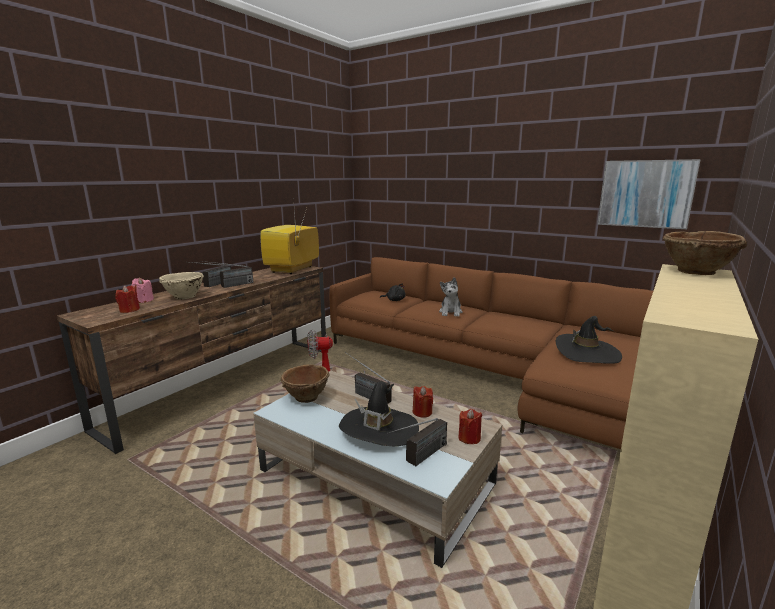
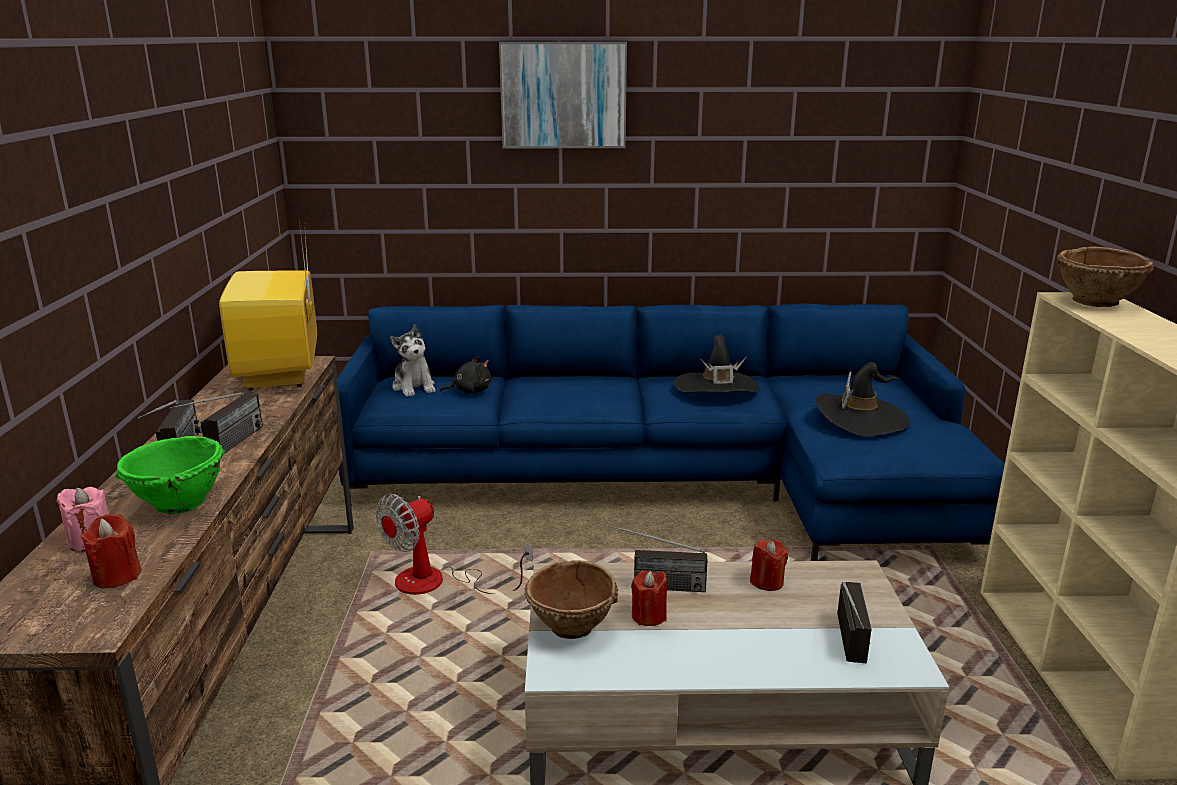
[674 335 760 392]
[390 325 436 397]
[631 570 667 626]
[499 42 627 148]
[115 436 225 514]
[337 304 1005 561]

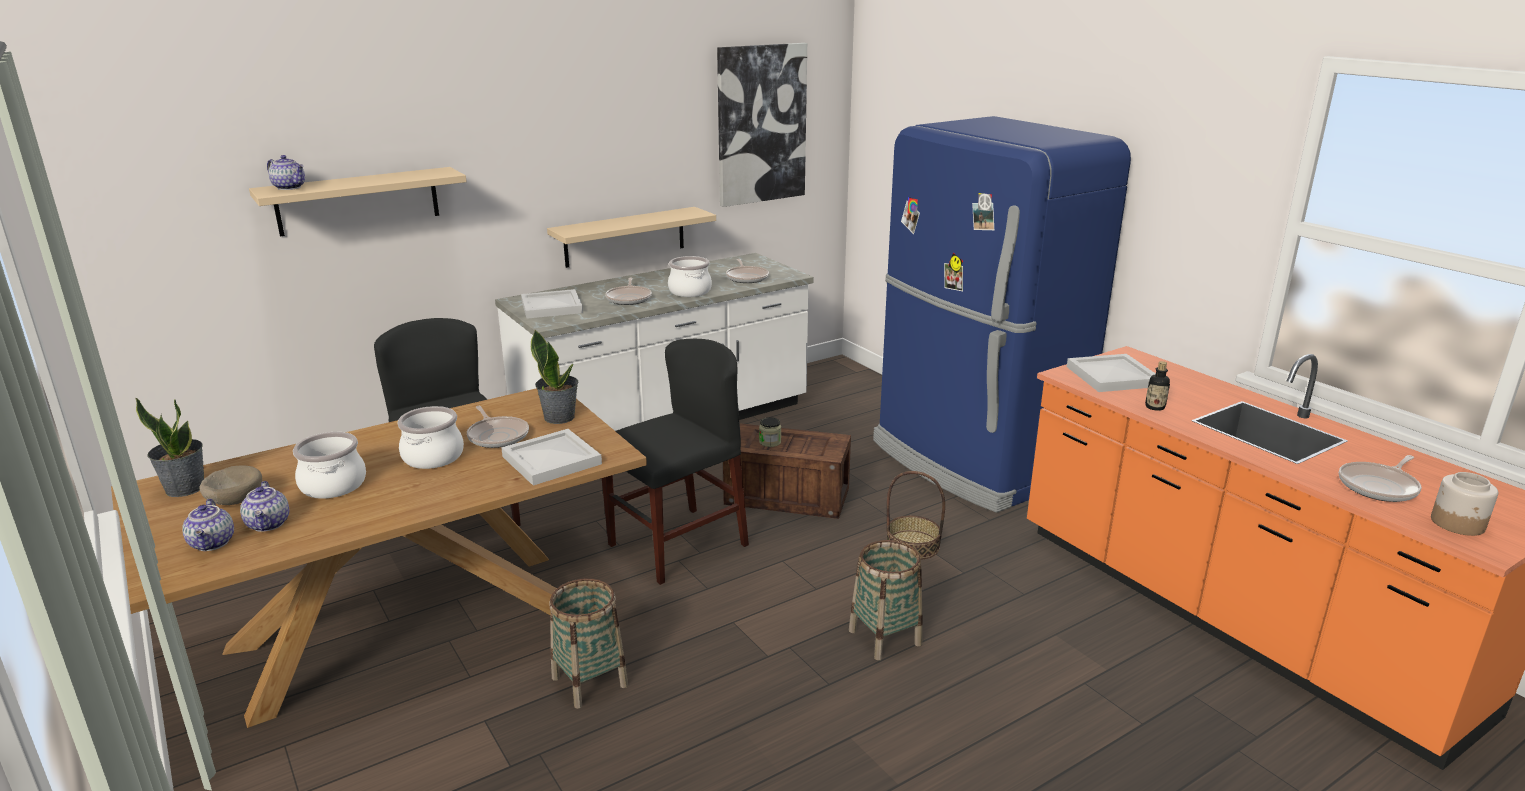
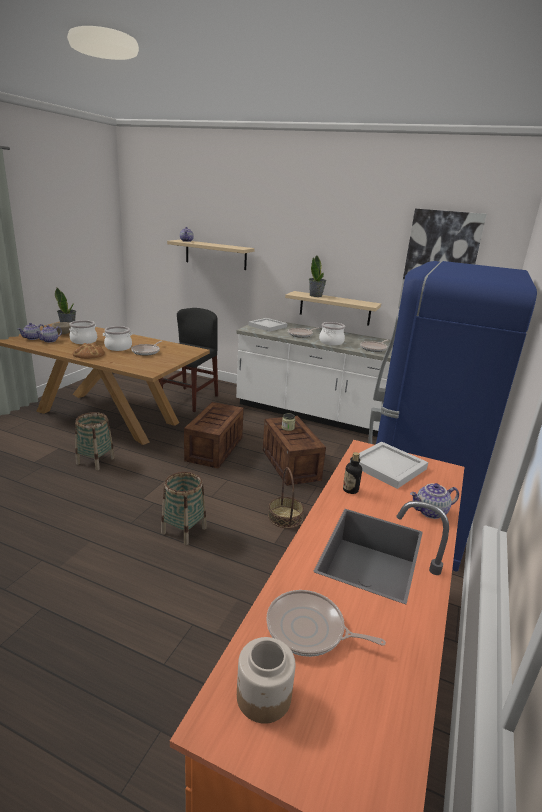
[501 429 602 486] (first image)
[73 343 105 359]
[410 483 459 519]
[309 255 326 297]
[184 402 244 469]

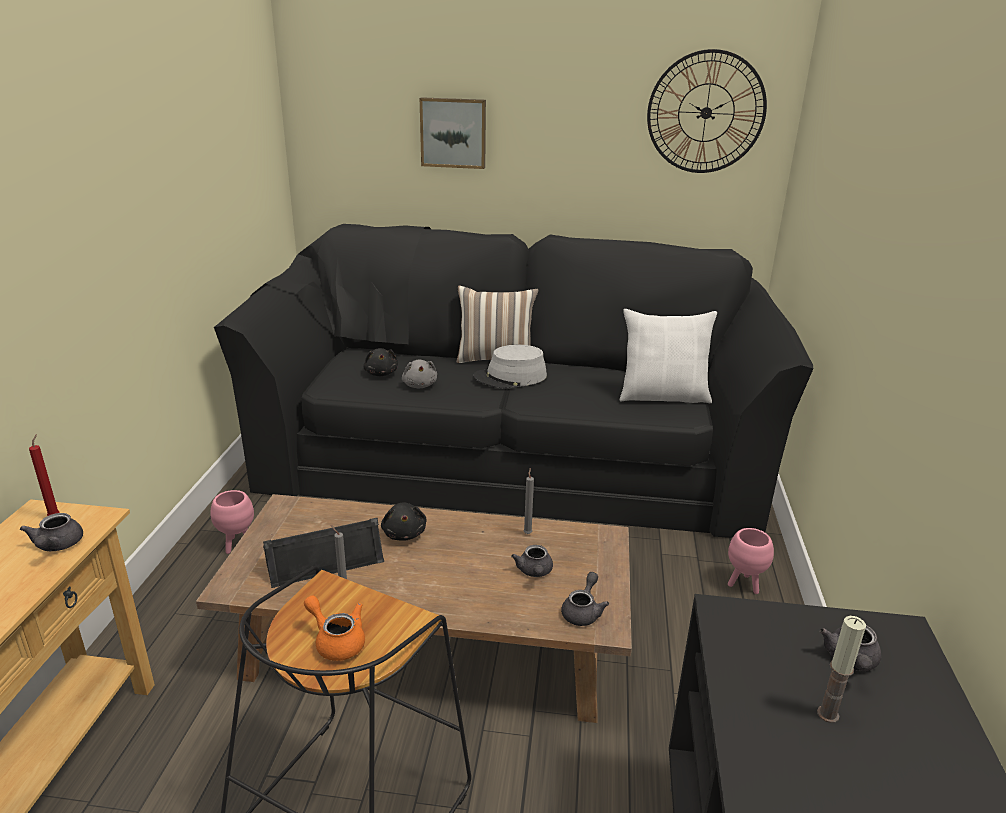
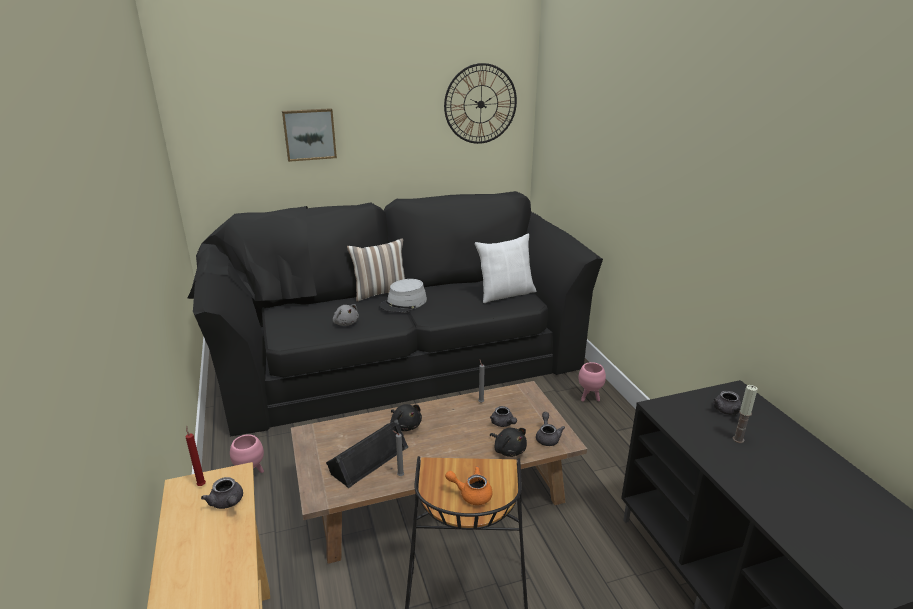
[490 428 527 457]

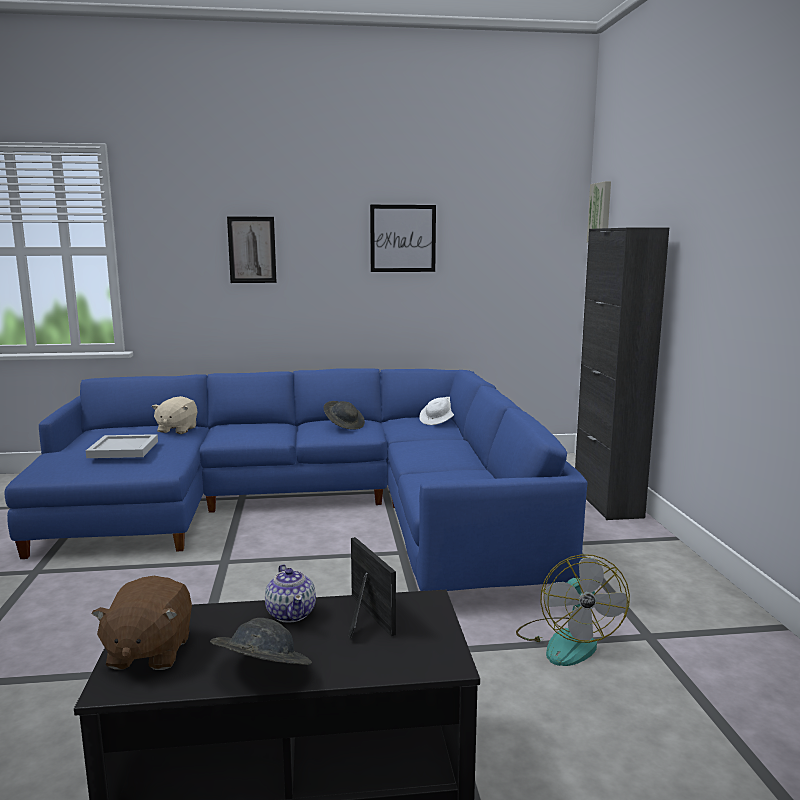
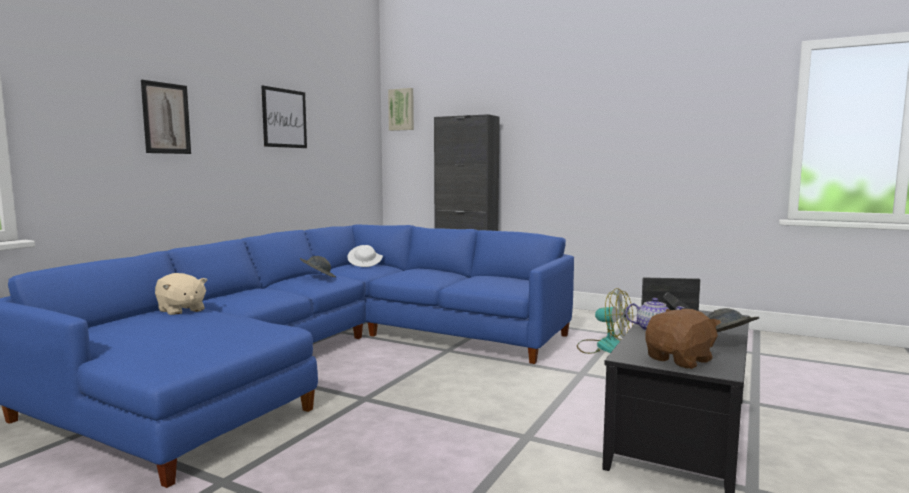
[86 434 158 458] (first image)
[645 309 721 369]

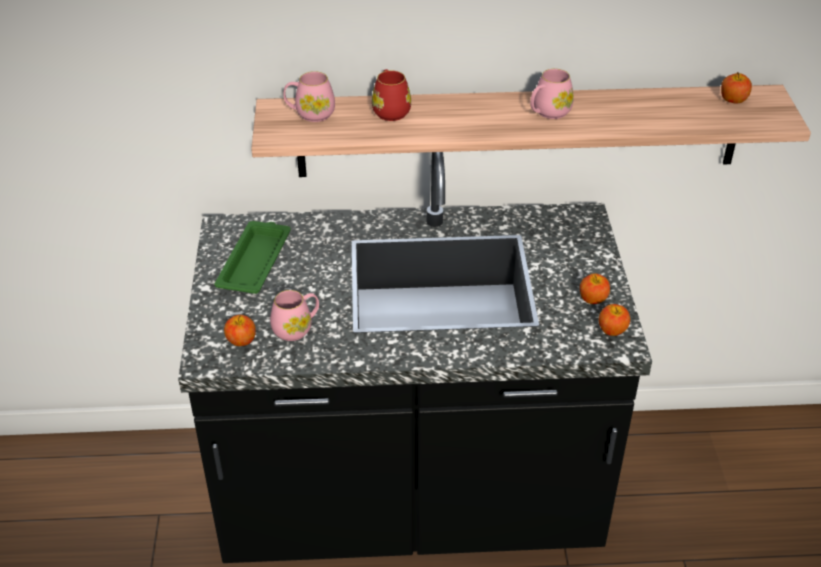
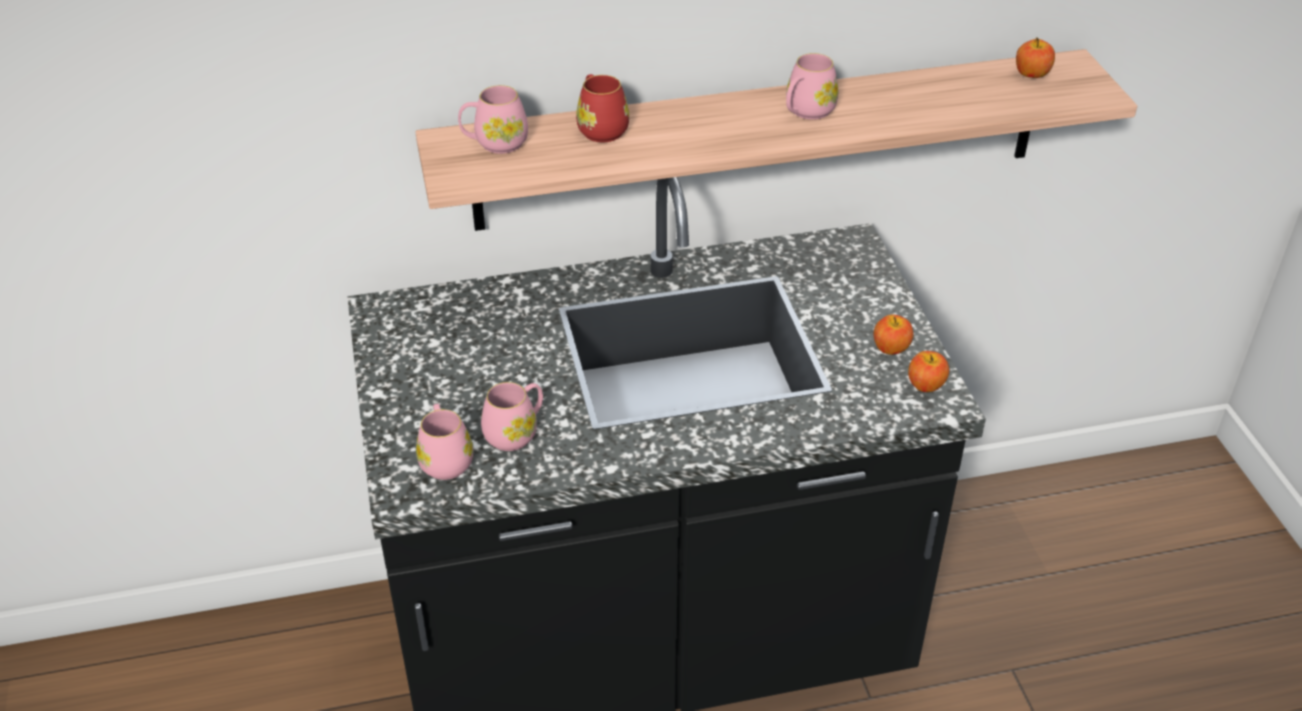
[214 221 291 294] (first image)
[416 404 473 480]

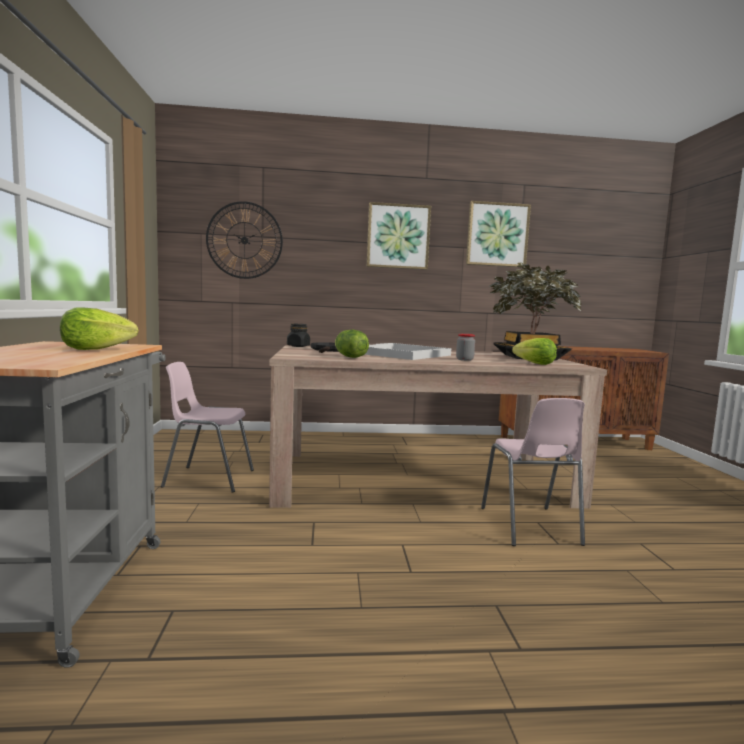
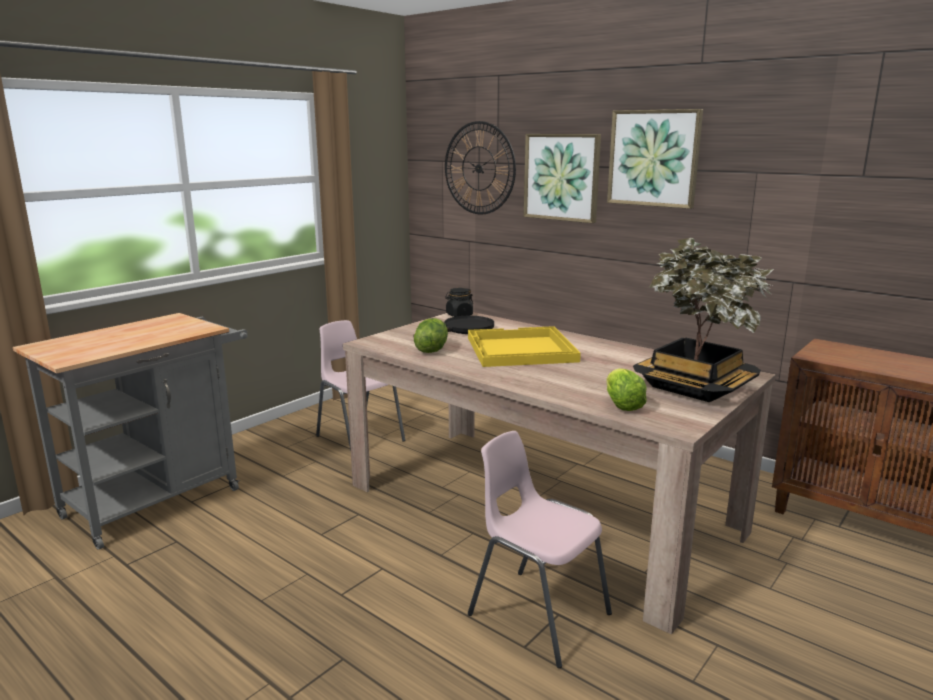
[60 307 139 350] (first image)
[456 334 475 361] (first image)
[523 134 601 223]
[468 326 581 367]
[468 431 612 668]

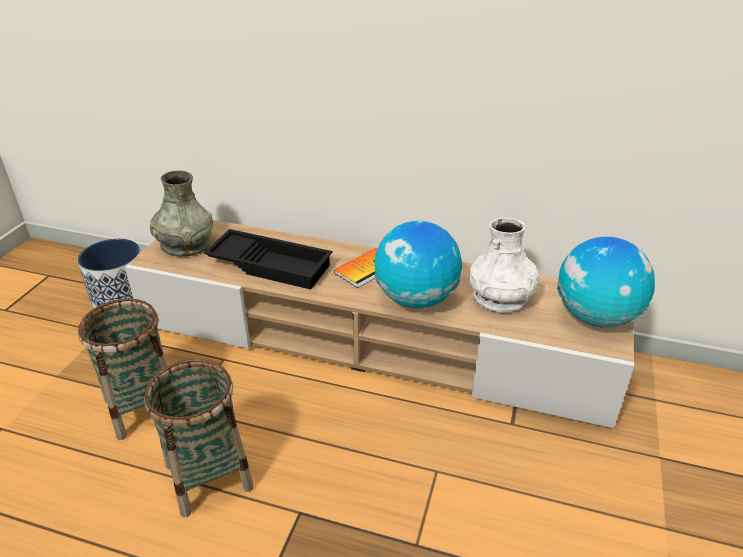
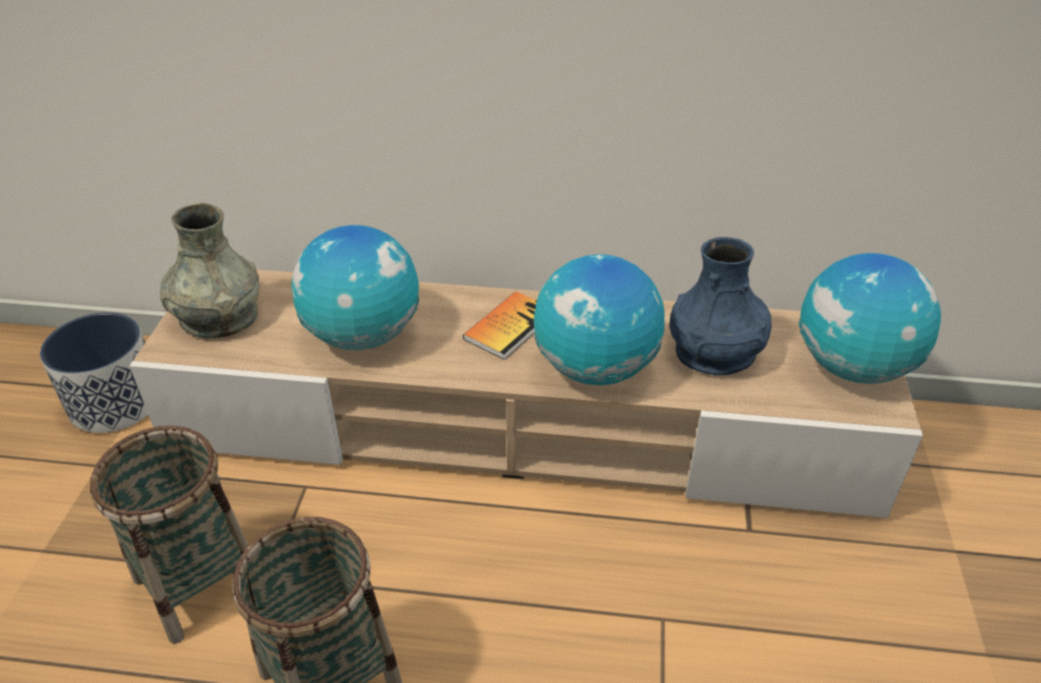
[291 225 419 350]
[670 237 772 375]

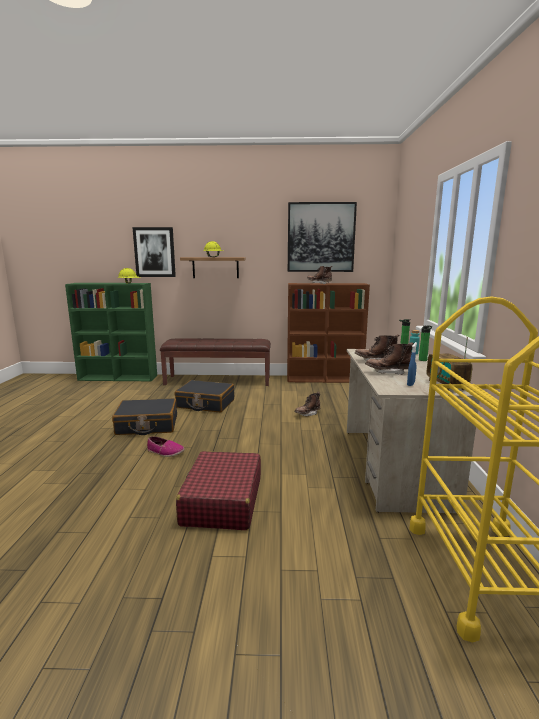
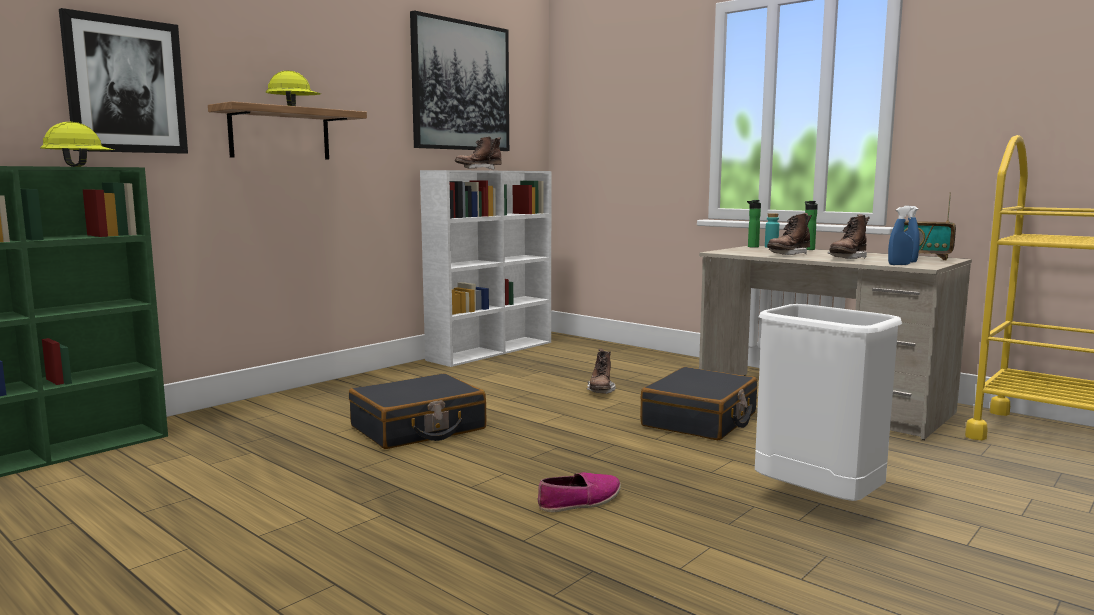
[160 338 271 386] (first image)
[888 207 913 265]
[640 367 757 440]
[755 304 902 501]
[420 170 551 367]

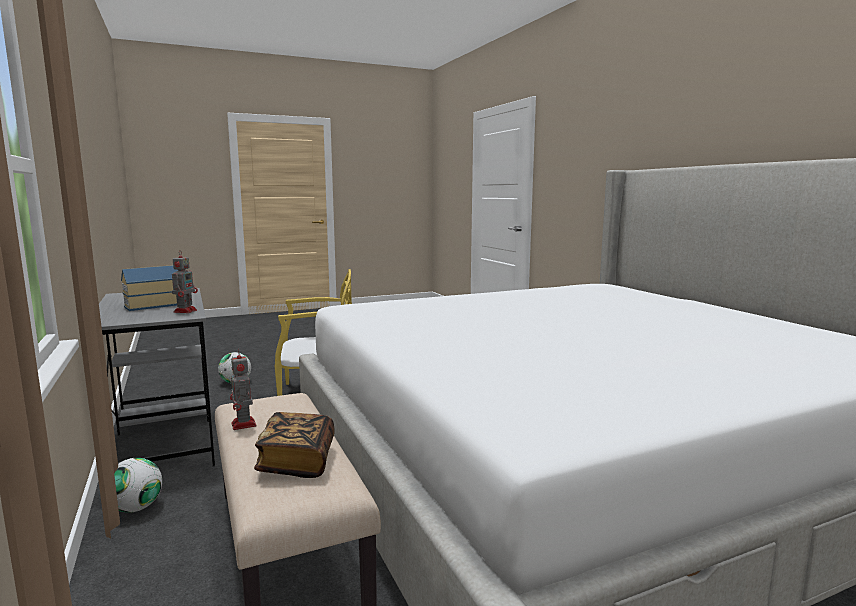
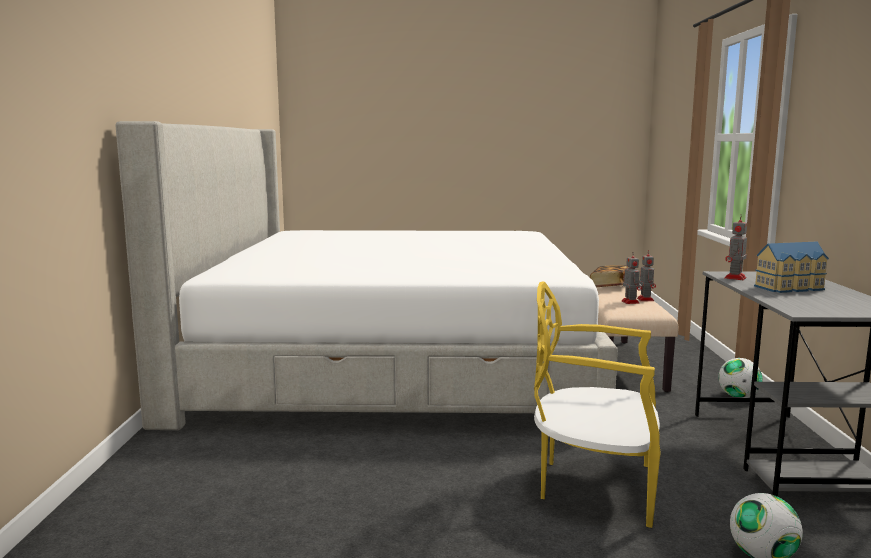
[621 252 642 304]

